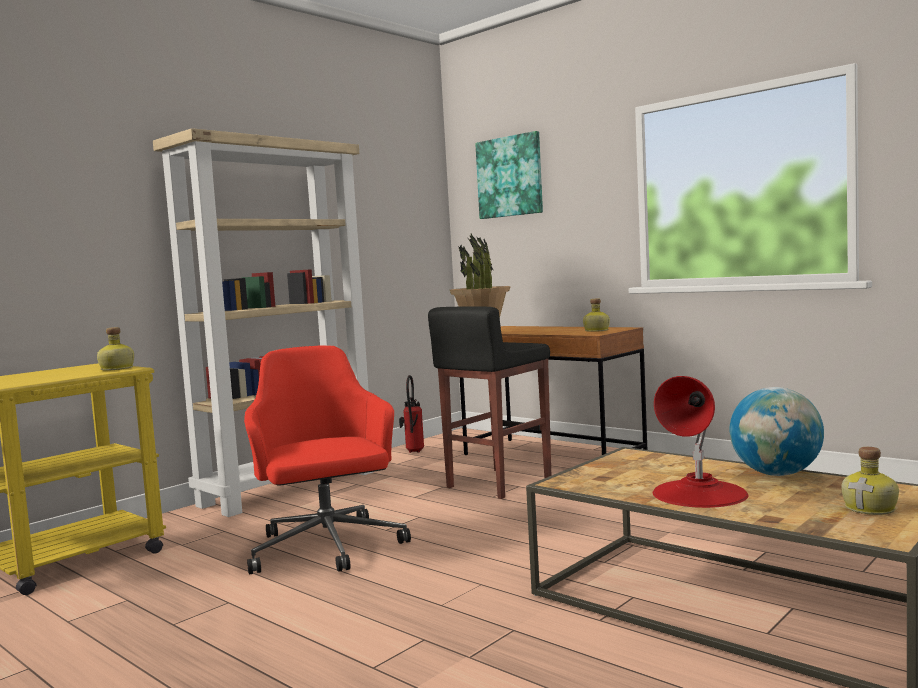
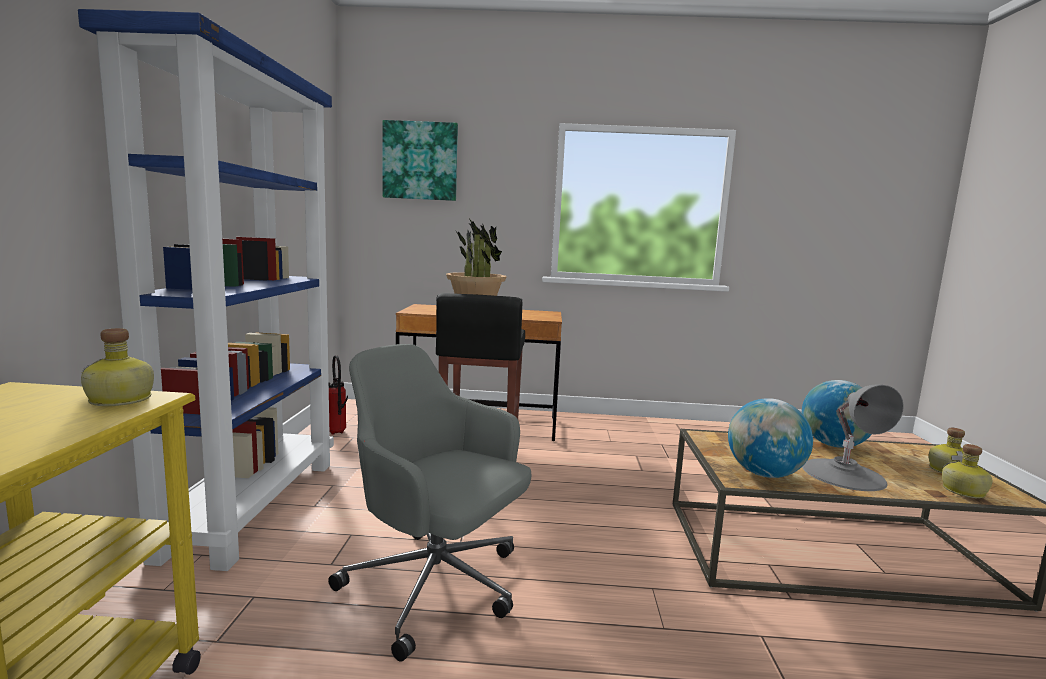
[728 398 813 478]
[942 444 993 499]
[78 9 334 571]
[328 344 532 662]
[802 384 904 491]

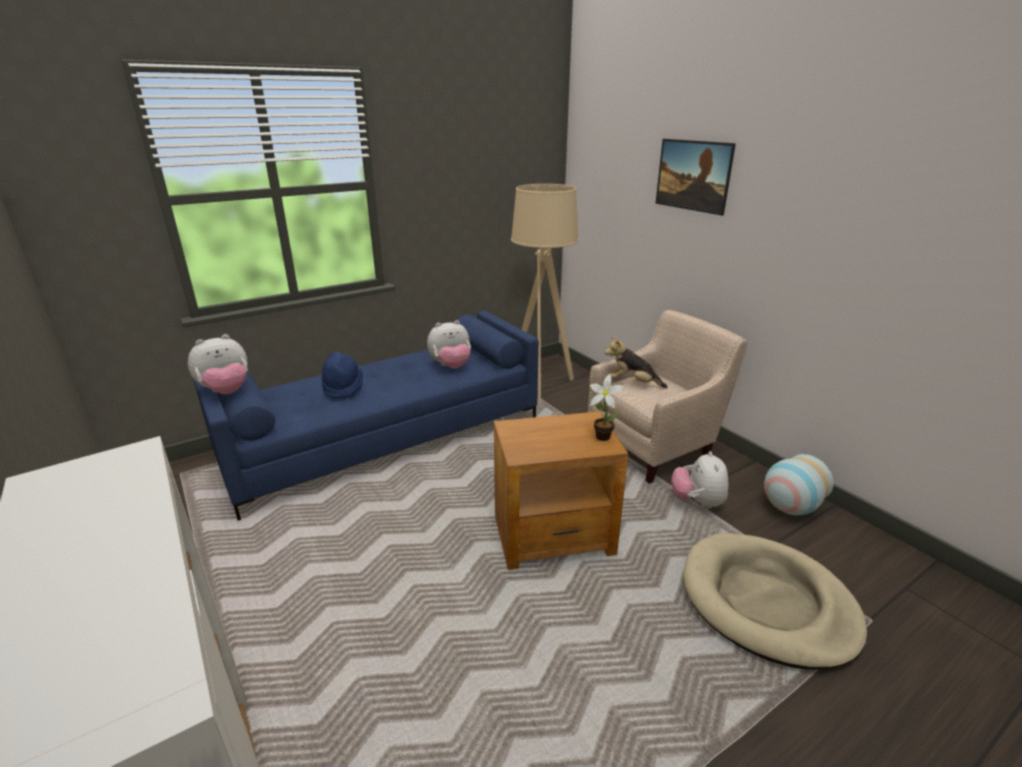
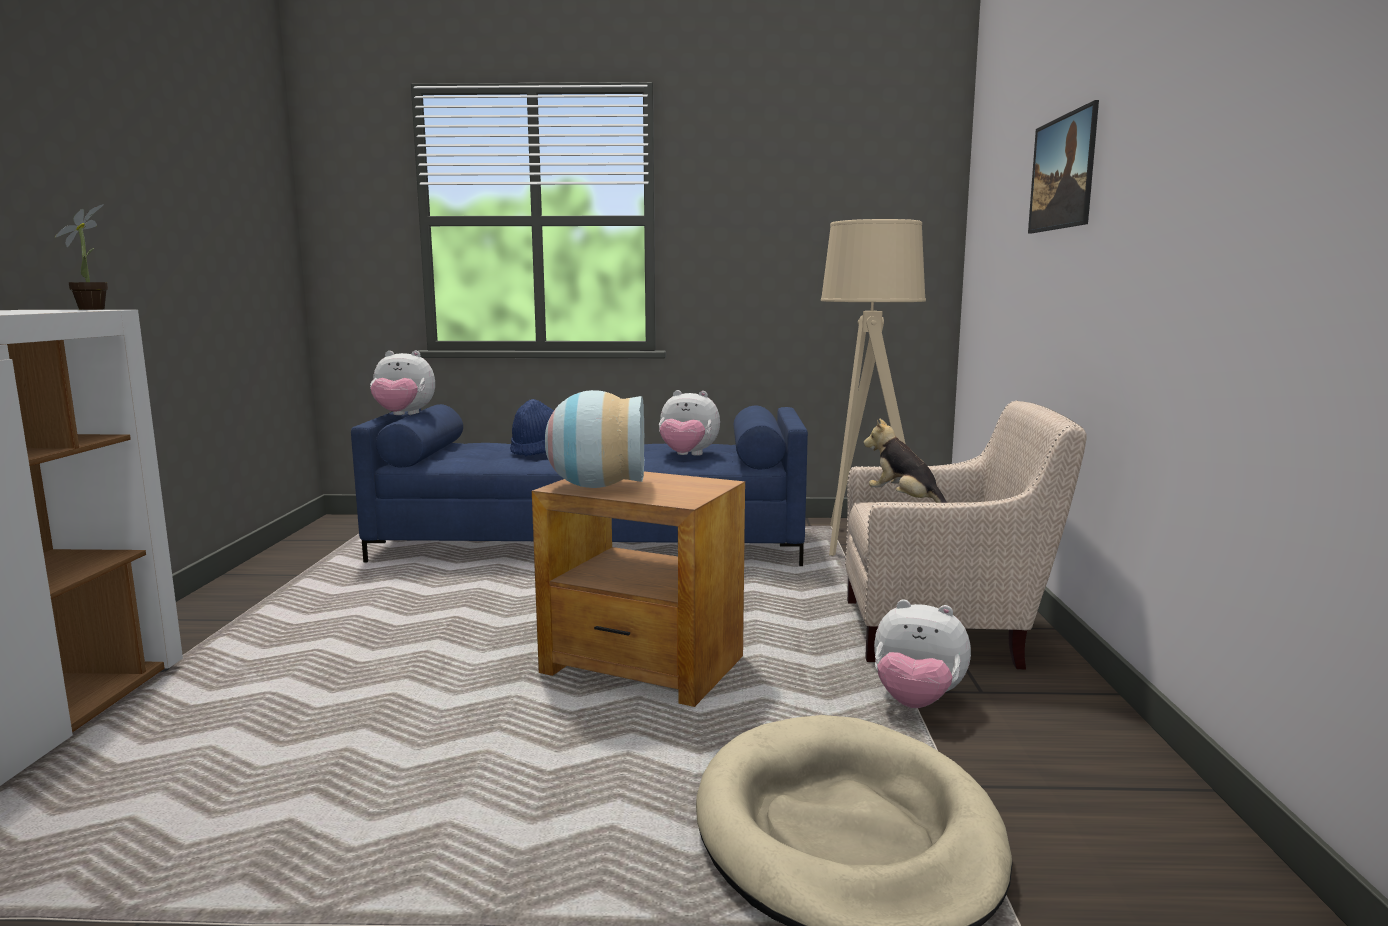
[55 204 108 310]
[545 390 644 488]
[874 599 971 708]

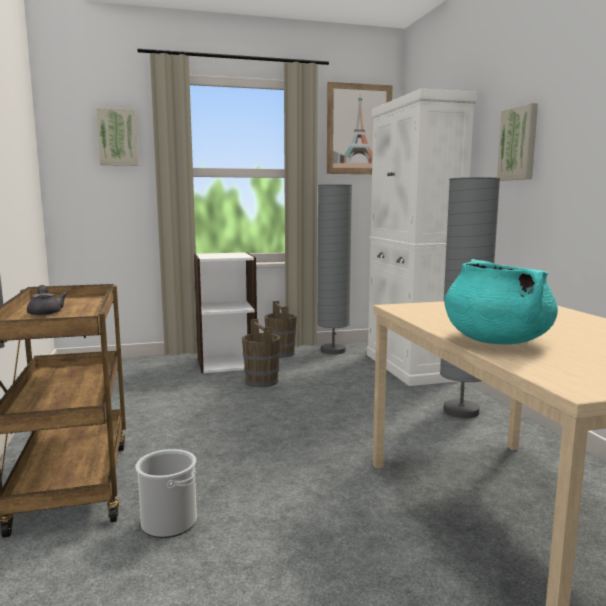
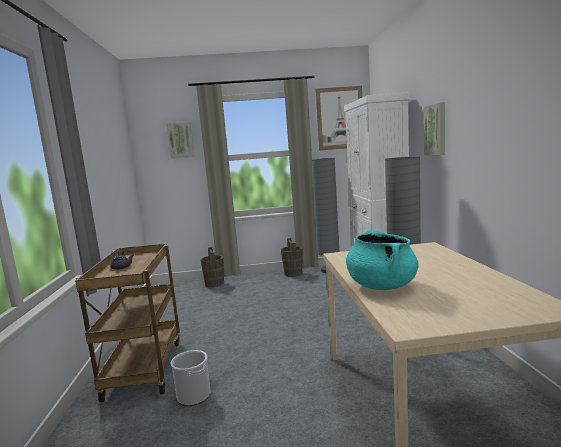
[194 252 257 374] (first image)
[201 247 224 287]

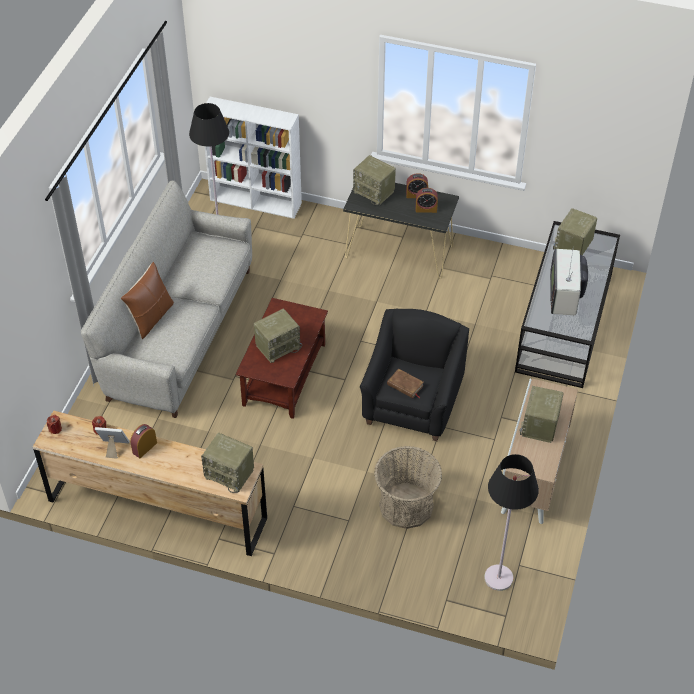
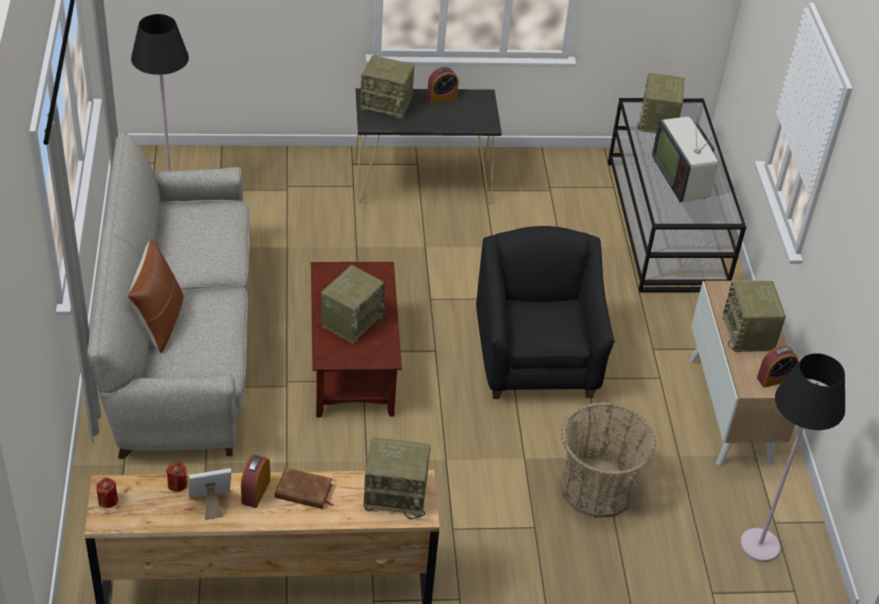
[205 97 302 219] (first image)
[275 467 334 509]
[757 346 799 388]

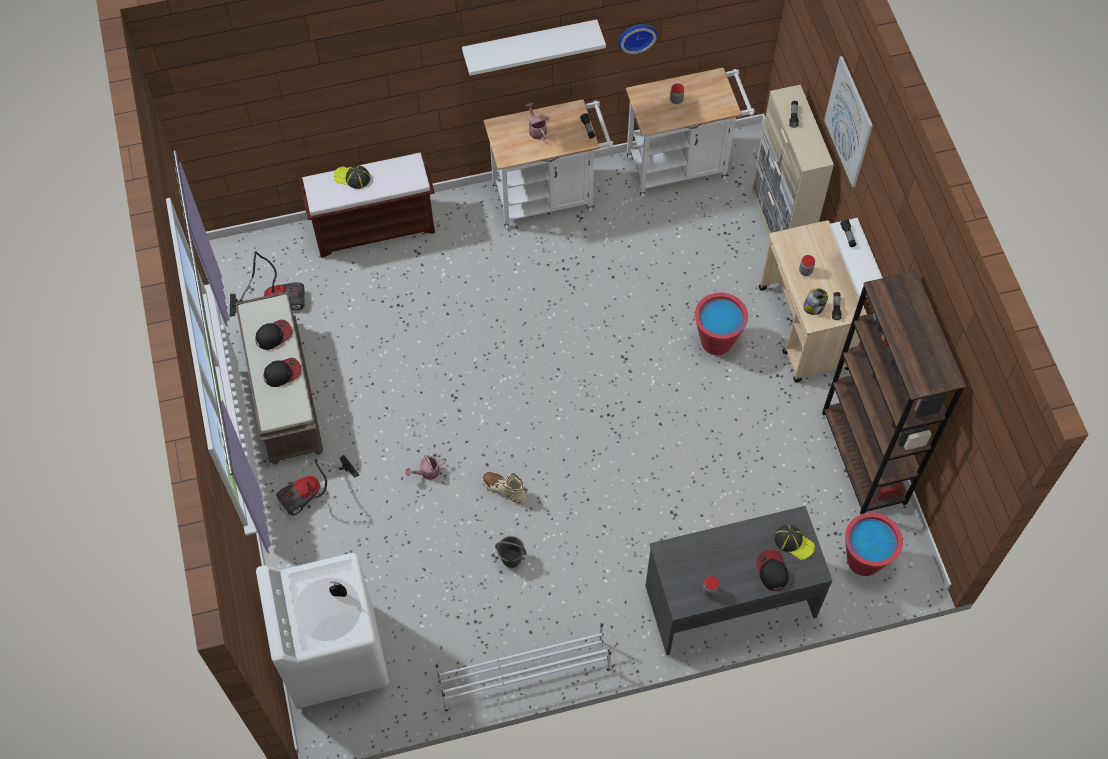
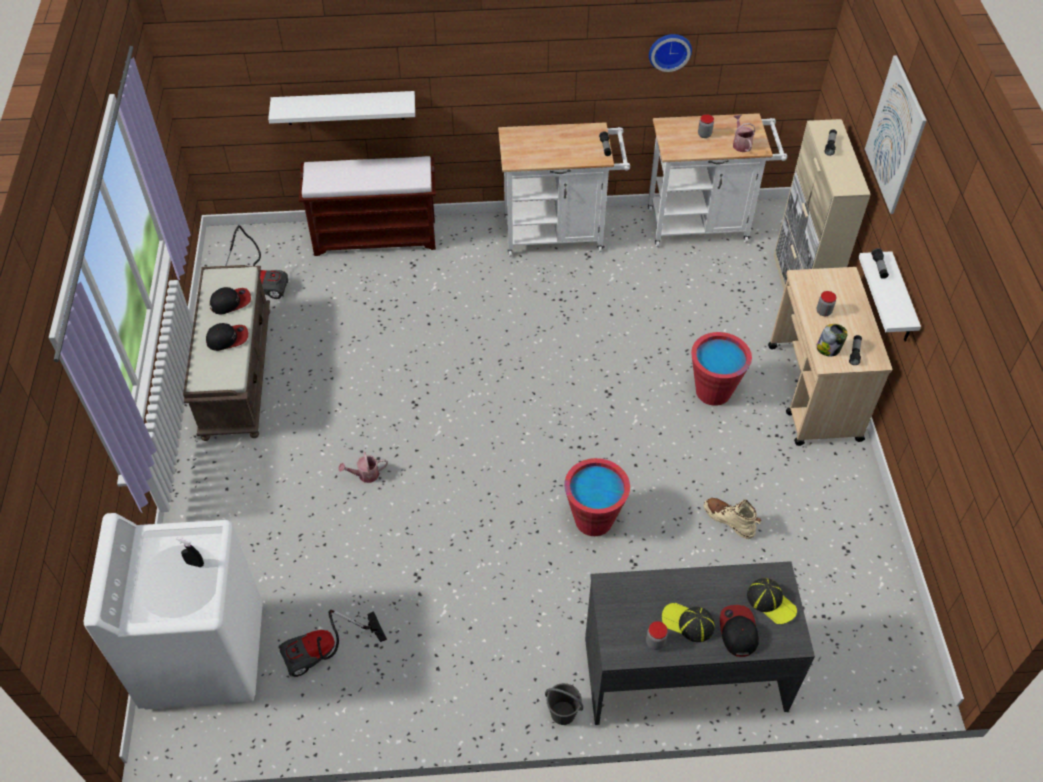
[435 623 611 711] (first image)
[822 271 966 514] (first image)
[279 610 387 677]
[662 603 715 642]
[268 91 415 125]
[703 498 762 539]
[545 683 583 725]
[733 115 755 152]
[564 458 630 536]

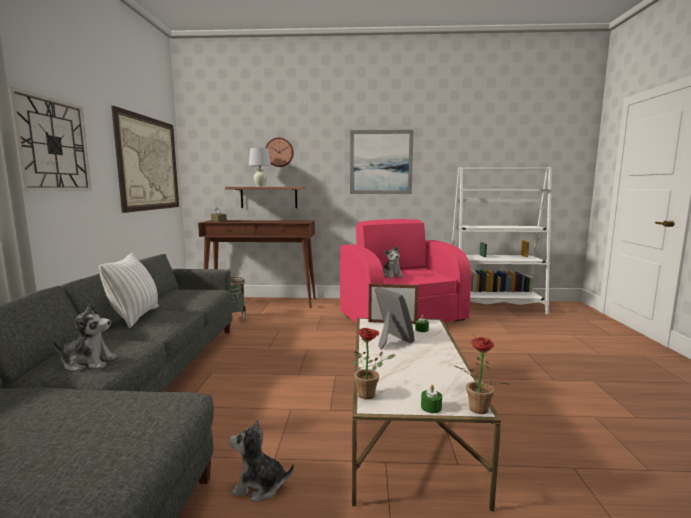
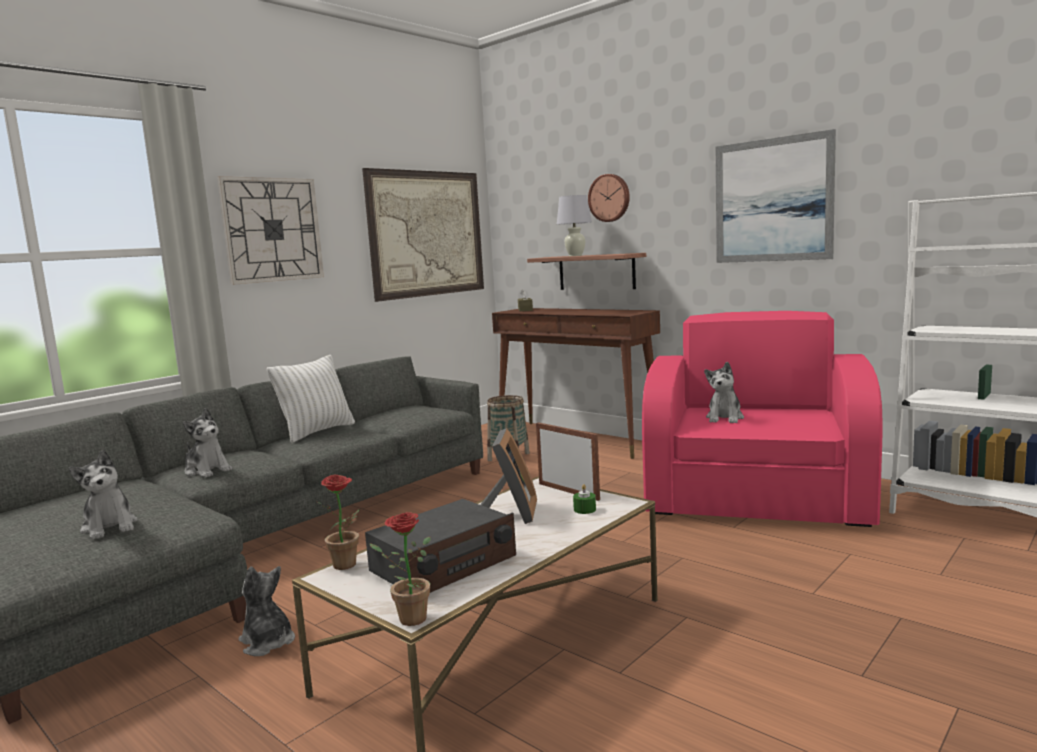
[421 385 442 413] (first image)
[69 450 138 540]
[365 499 516 593]

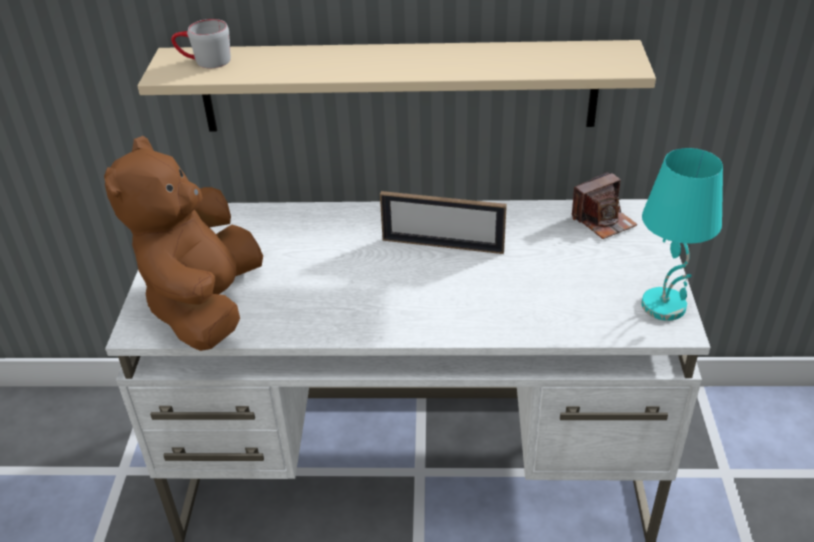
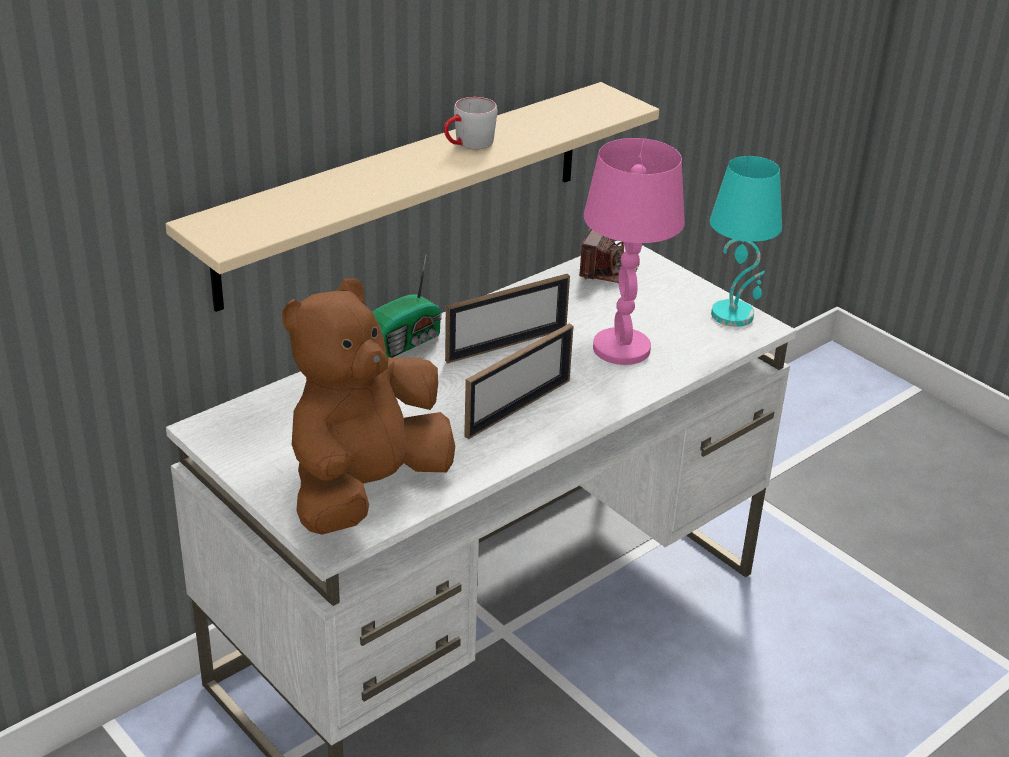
[373 254 442 358]
[464 324 573 439]
[584 138 685 365]
[444 97 498 149]
[282 278 455 535]

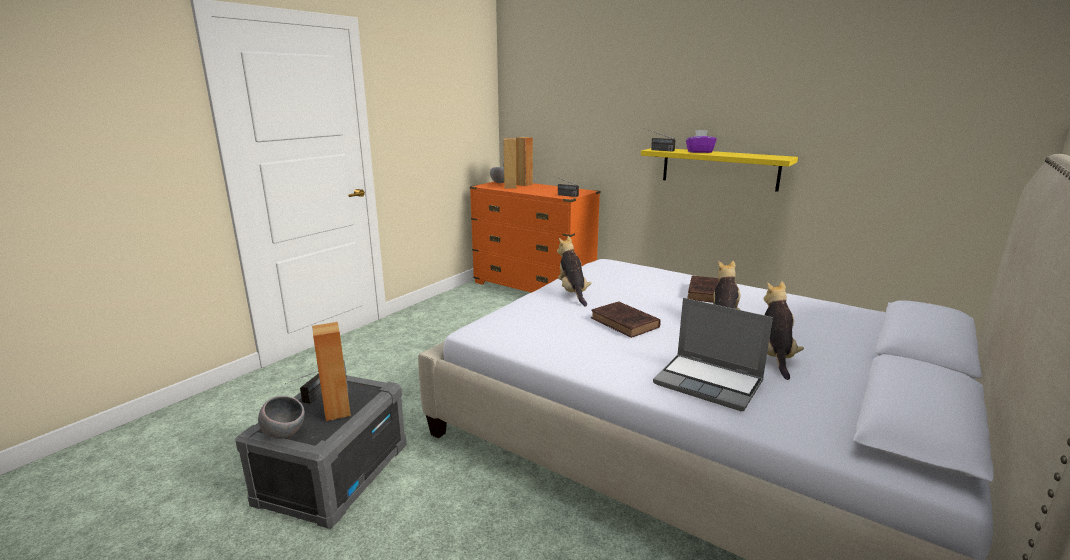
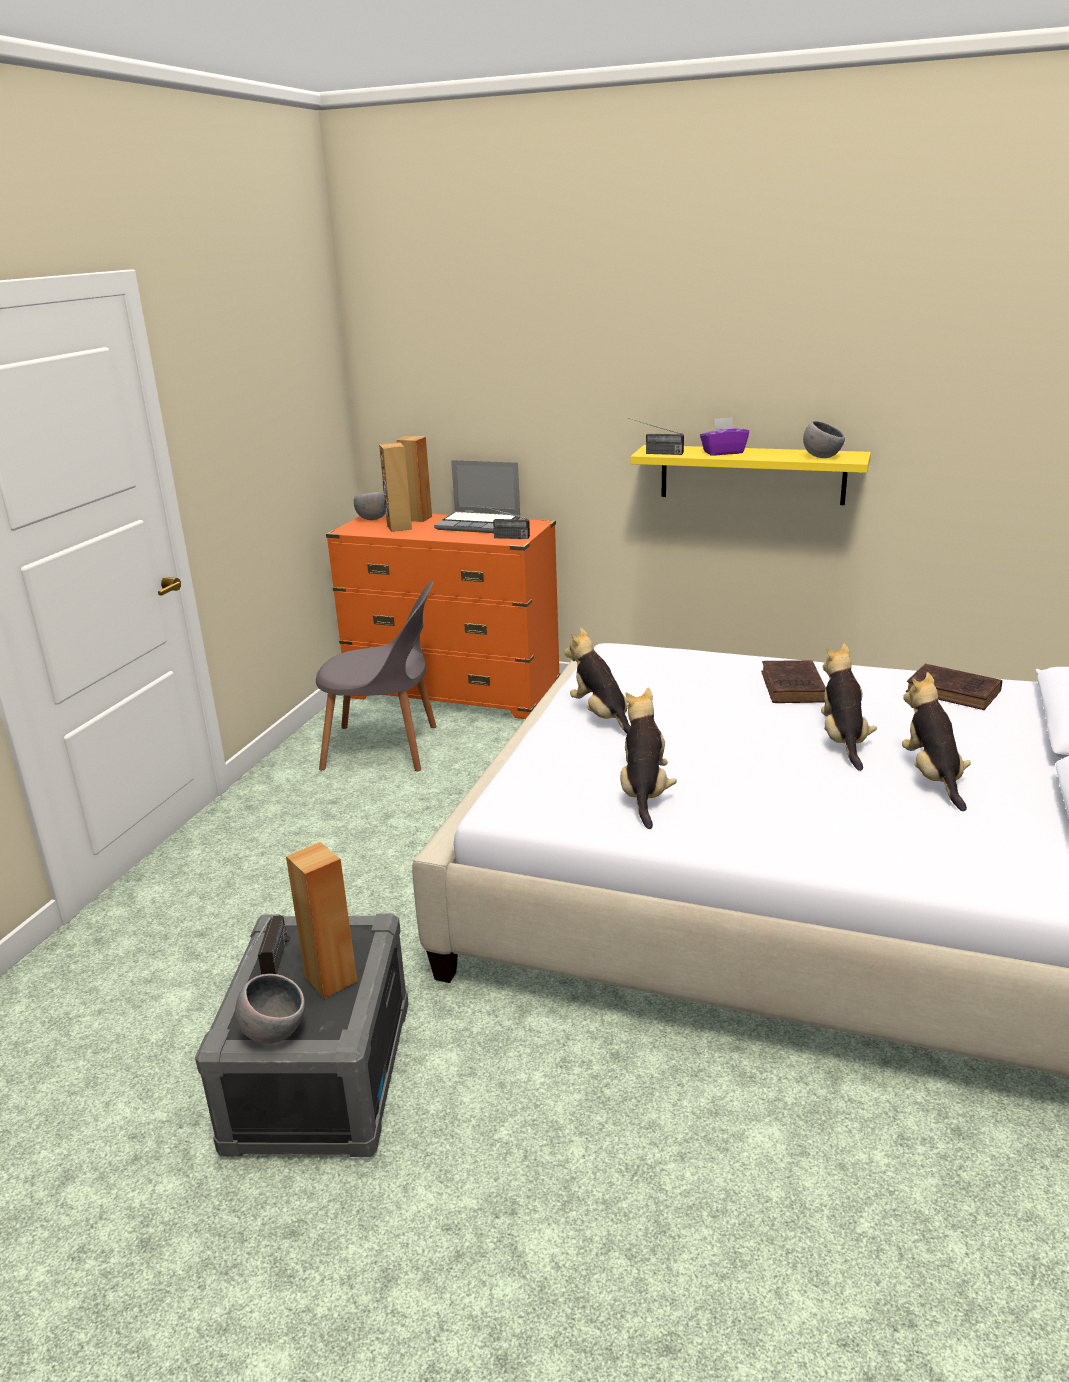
[316 581 437 771]
[620 688 677 829]
[803 421 845 458]
[906 664 1002 710]
[434 460 521 533]

